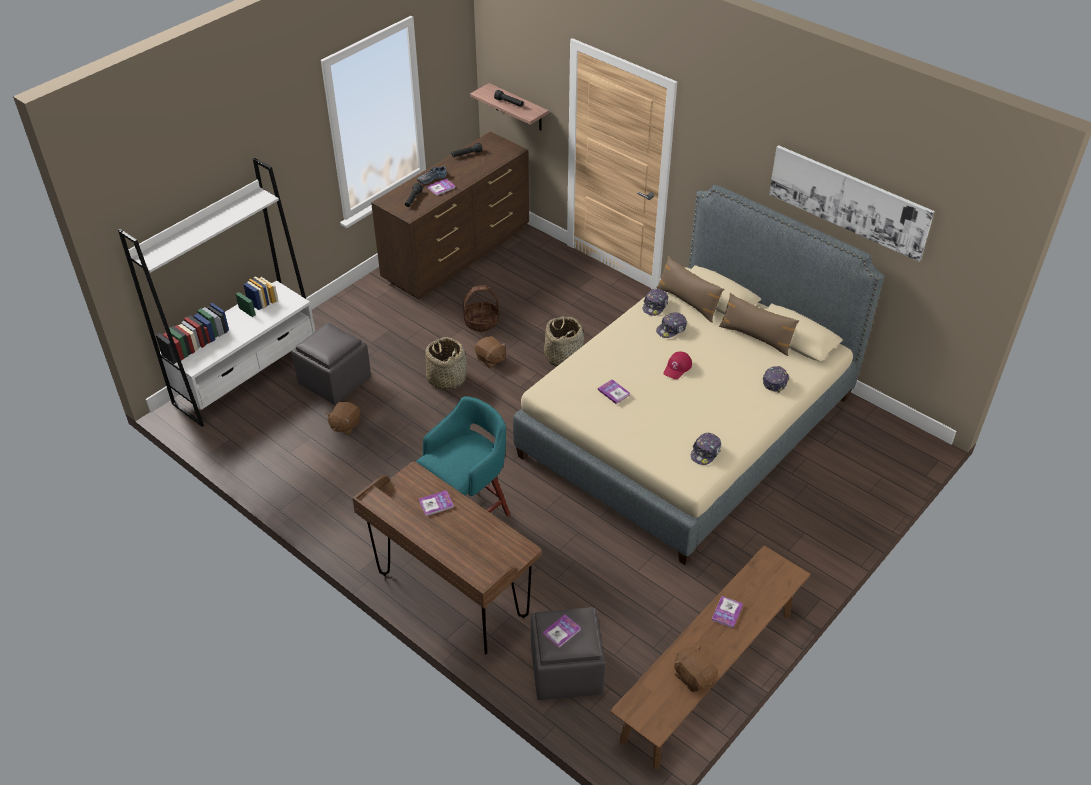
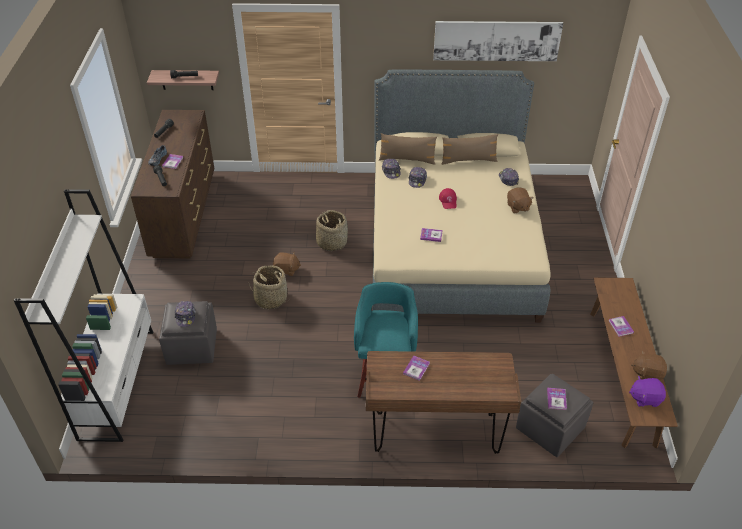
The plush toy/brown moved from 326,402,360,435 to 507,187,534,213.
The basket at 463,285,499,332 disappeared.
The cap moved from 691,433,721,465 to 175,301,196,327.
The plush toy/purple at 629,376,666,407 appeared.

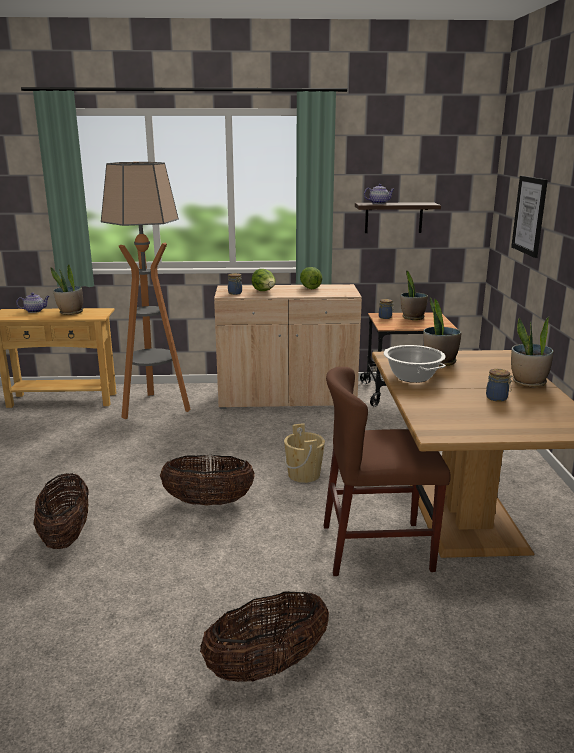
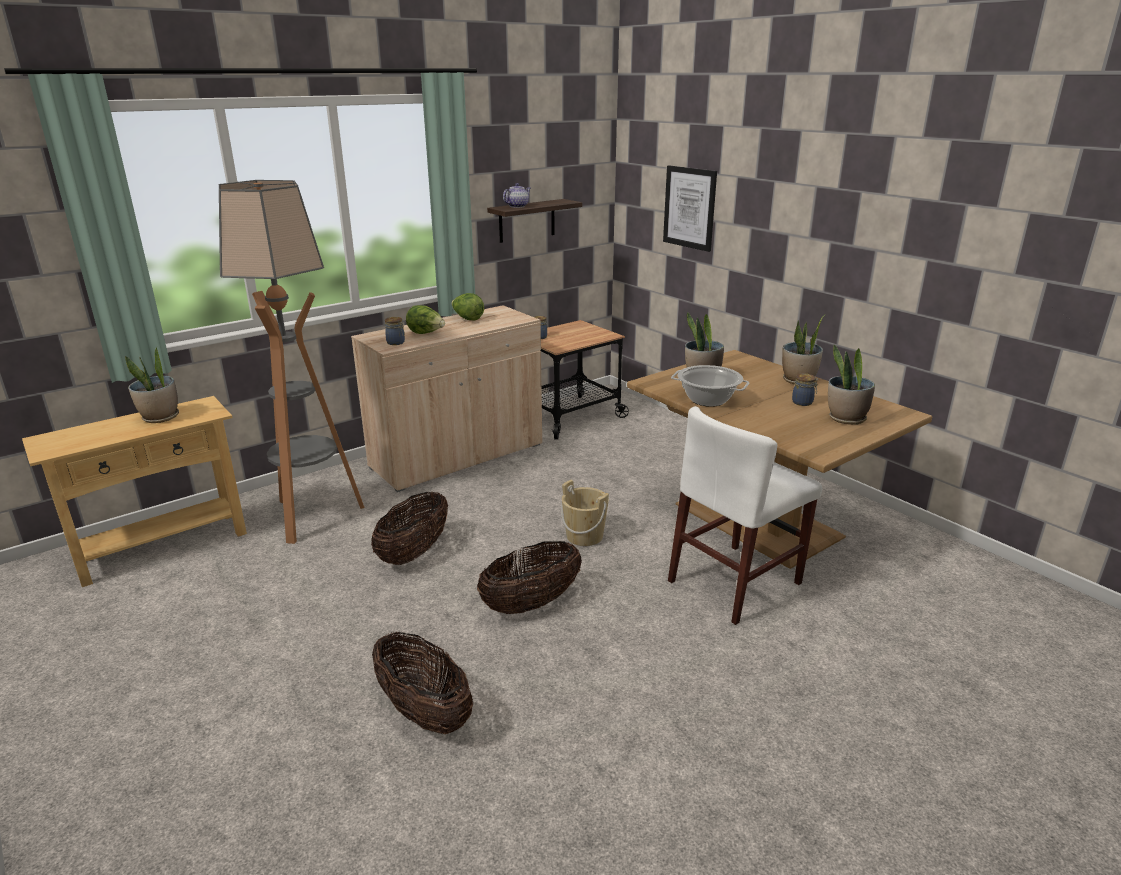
The teapot at 16,293,50,313 disappeared.
The basket moved from 200,591,329,682 to 371,491,448,565.
The chair/brown at 323,367,451,576 became the chair/white at 668,406,822,625.
The potted plant moved from 401,270,428,320 to 828,345,875,425.

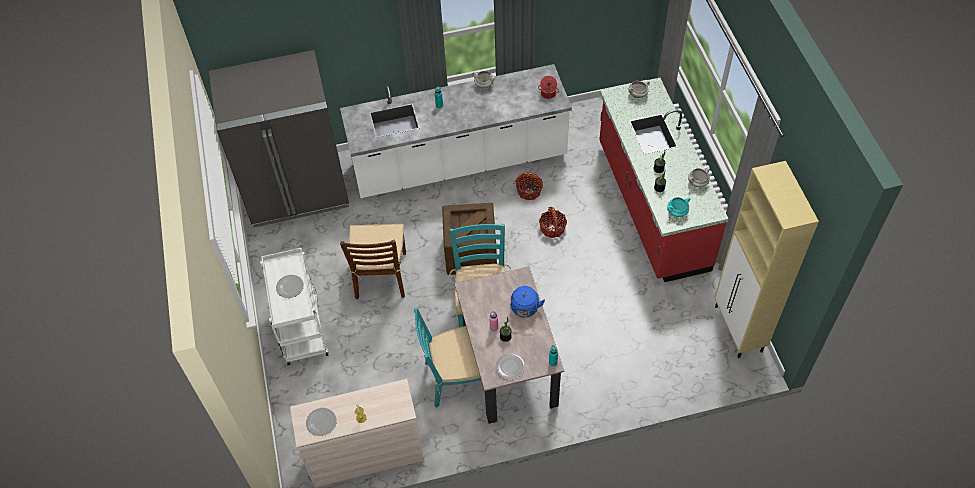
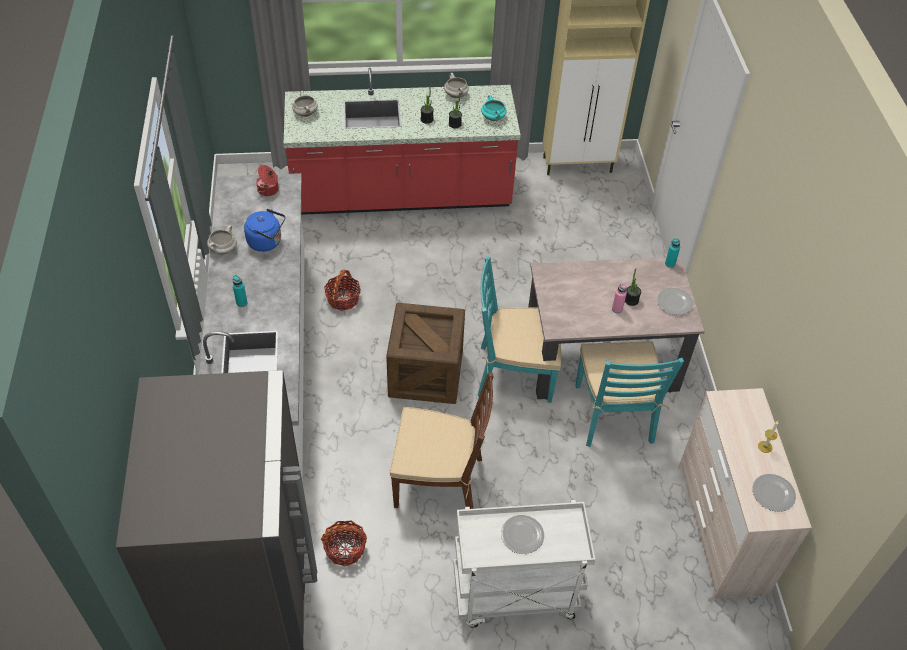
The kettle/blue moved from 510,286,545,318 to 244,209,285,252.
The basket moved from 539,207,567,238 to 321,520,367,566.

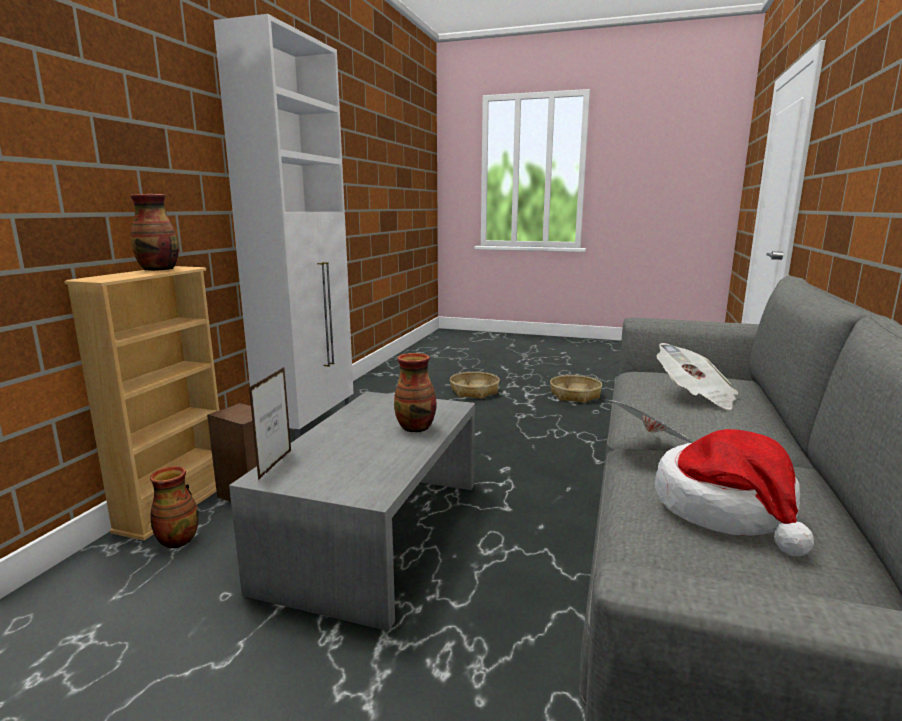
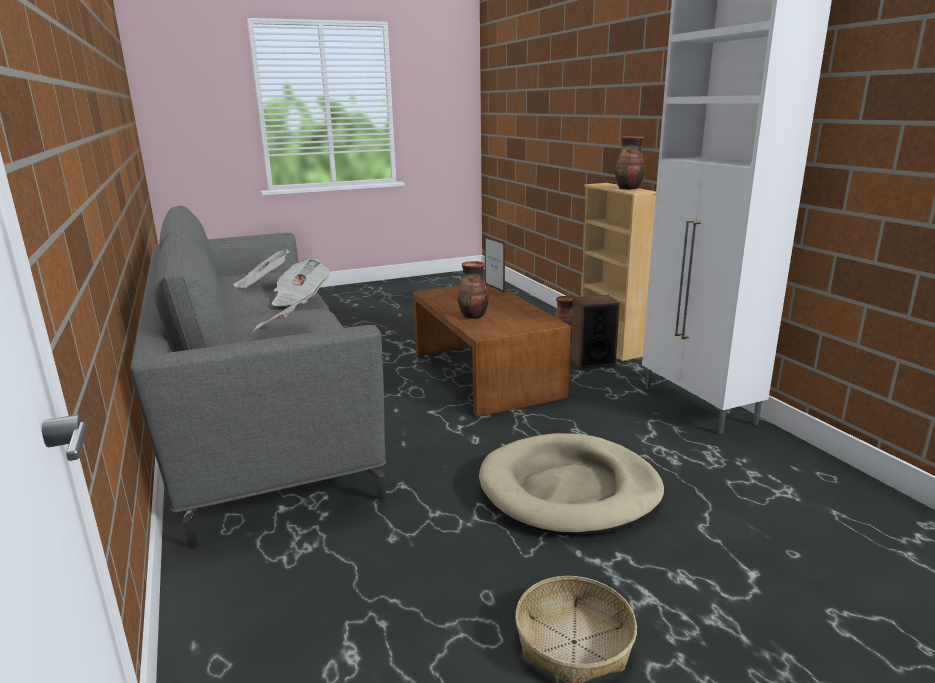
The coffee table/grey at 229,391,475,631 became the coffee table/brown at 413,285,571,417.
The basket at 450,372,500,399 disappeared.
The hat at 655,429,814,556 was replaced by the newspaper at 233,250,290,288.
The dog bed/beige at 479,433,664,536 appeared.

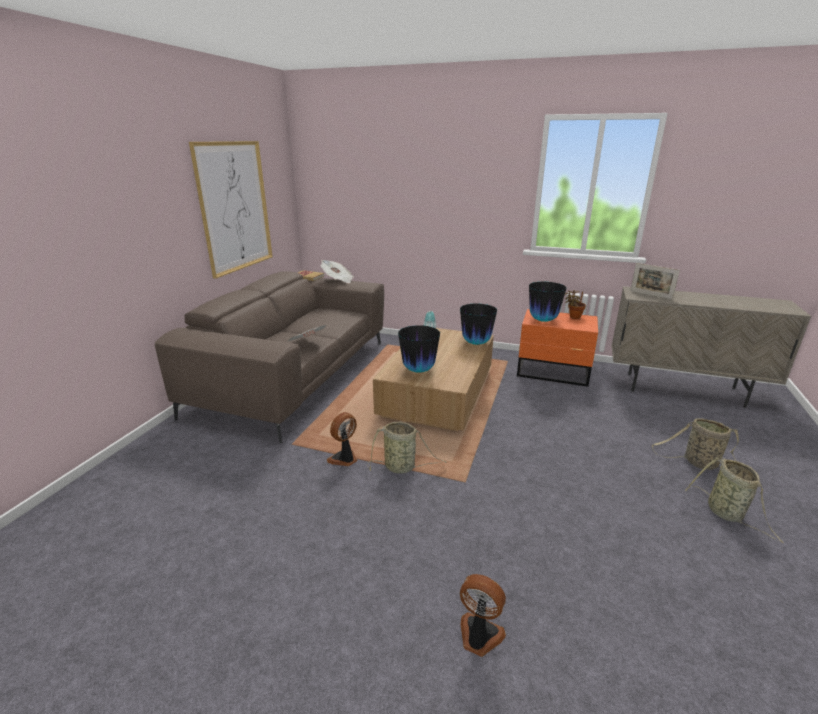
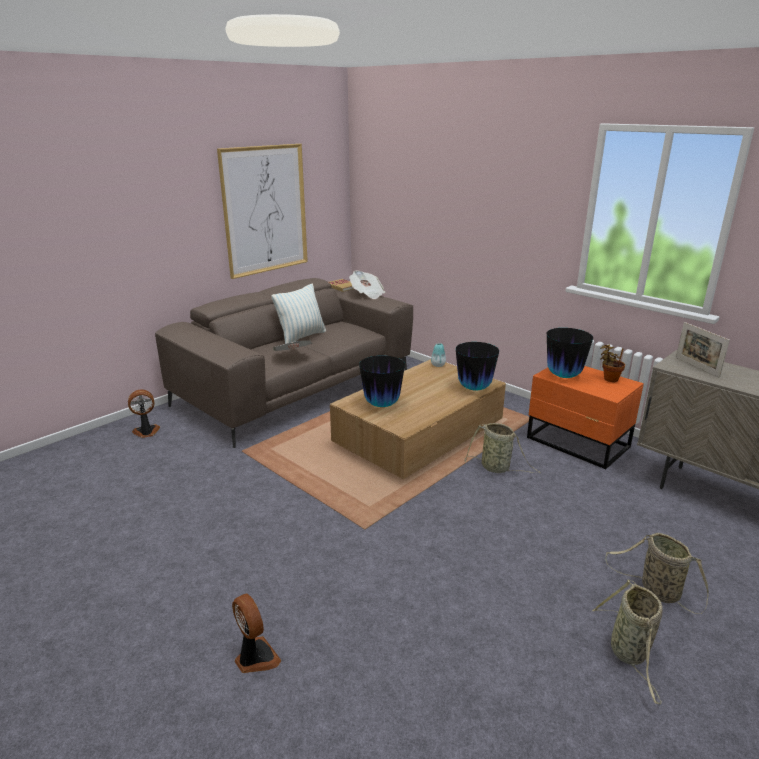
The fan moved from 327,412,357,466 to 128,389,160,438.
The basket moved from 367,421,446,474 to 465,423,541,473.
The pillow at 271,284,326,344 appeared.

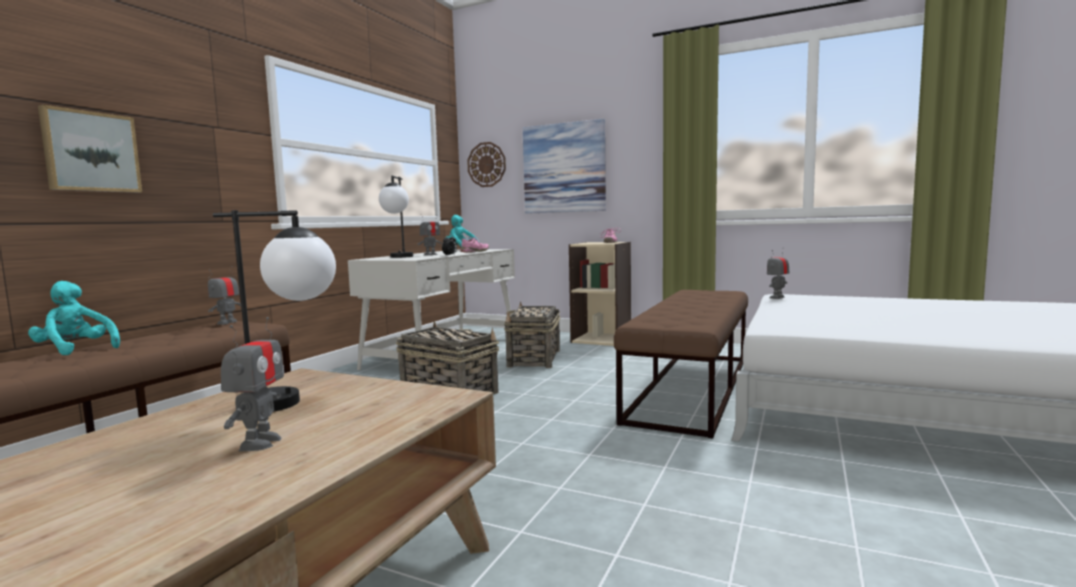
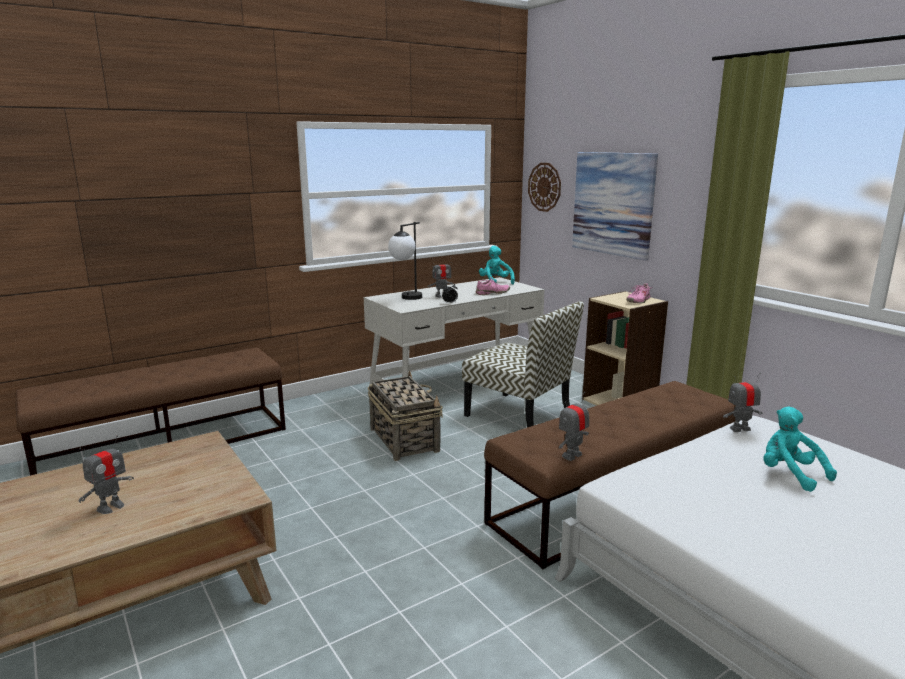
The plush toy/turquoise moved from 28,281,120,355 to 763,406,837,492.
The picture at 38,105,142,193 disappeared.
The toy robot moved from 208,266,241,325 to 559,392,589,461.
The table lamp at 213,210,336,412 disappeared.
The basket at 504,301,561,368 was replaced by the chair at 462,301,584,427.

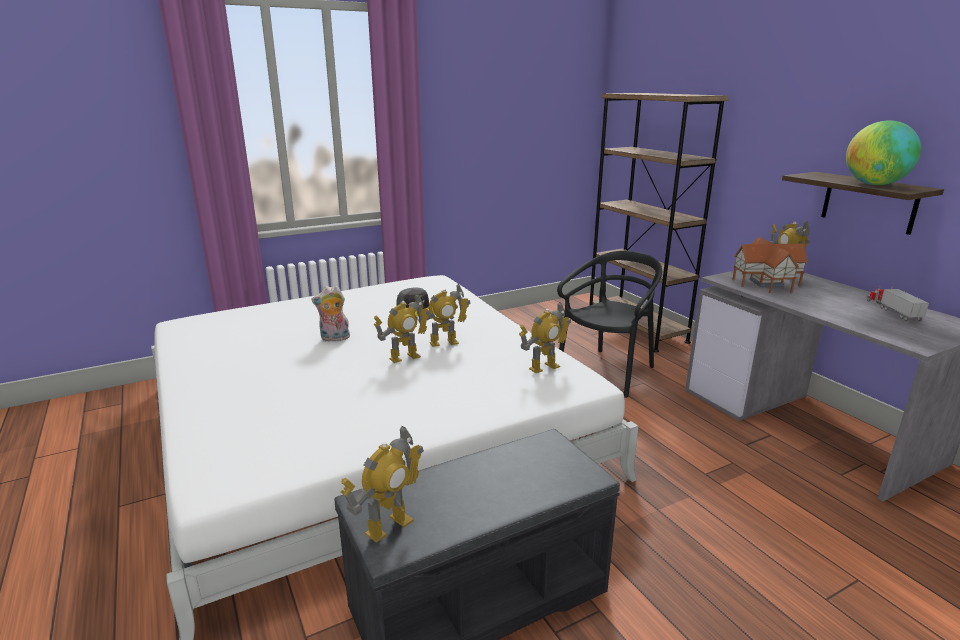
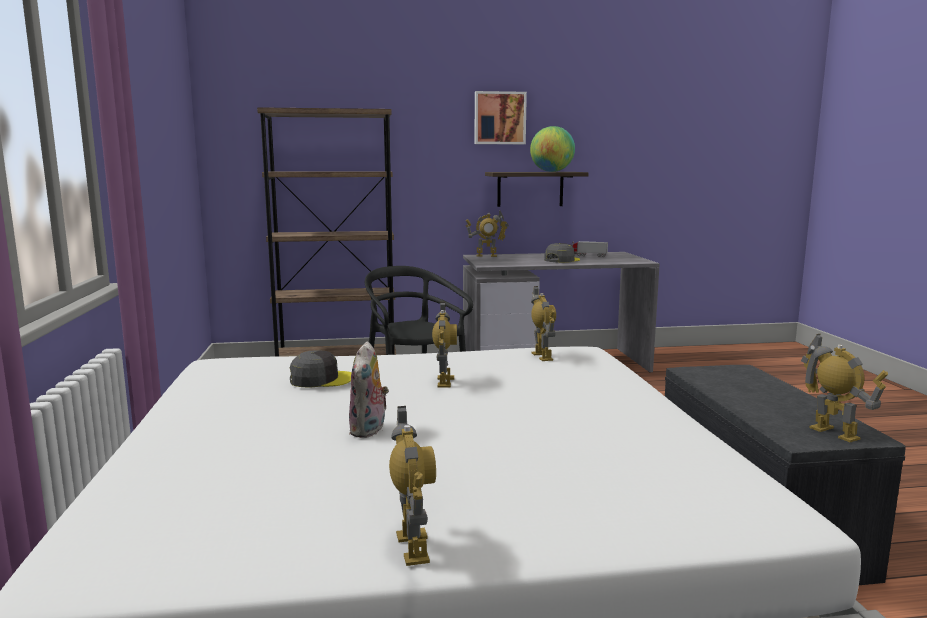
The toy robot moved from 373,294,431,363 to 389,406,436,566.
The toy house at 732,237,808,293 disappeared.
The picture at 475,91,527,144 appeared.
The cap/grey at 544,243,580,263 appeared.

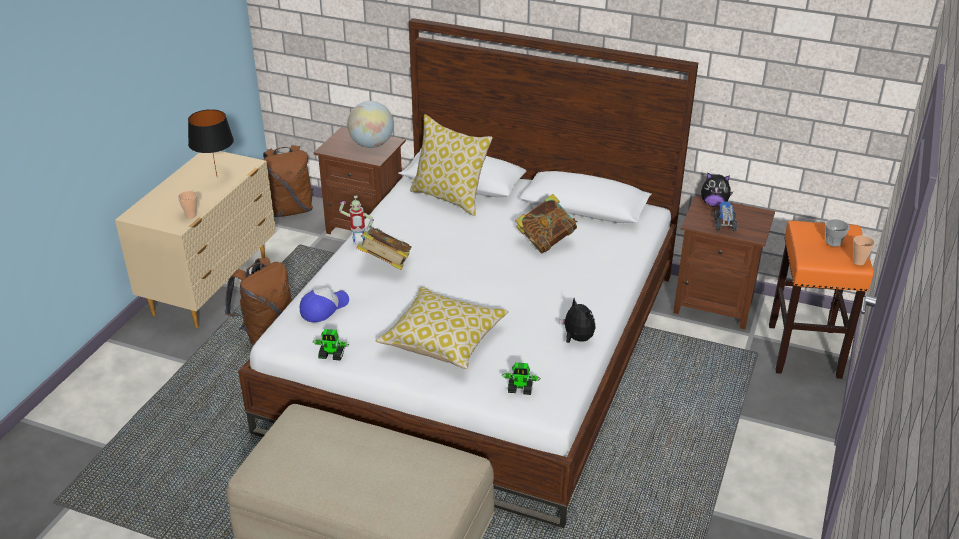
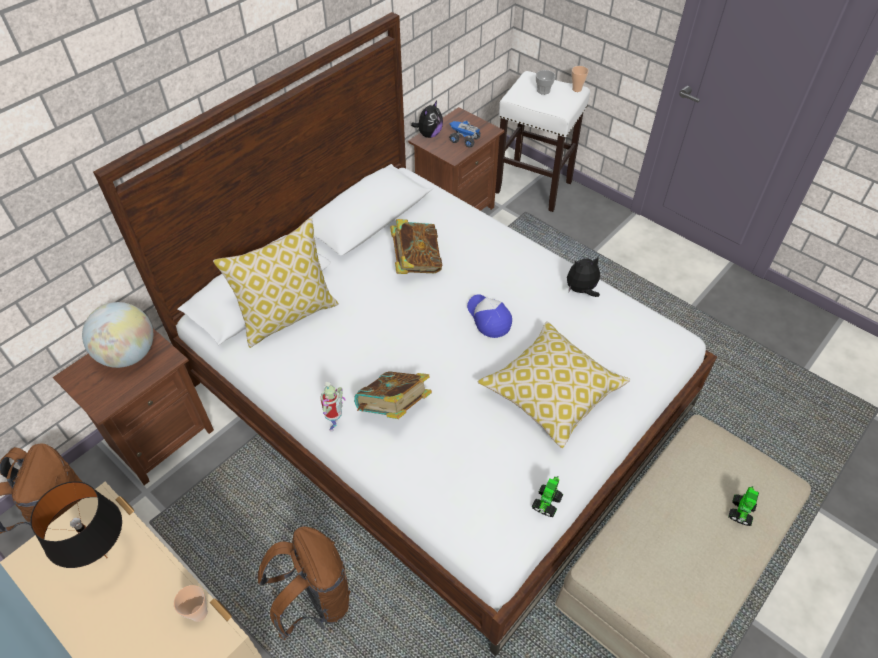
The cap moved from 300,287,349,322 to 467,295,512,338.
The toy robot moved from 502,362,541,395 to 728,486,759,526.
The stool/orange at 769,221,874,379 became the stool/white at 495,71,590,212.

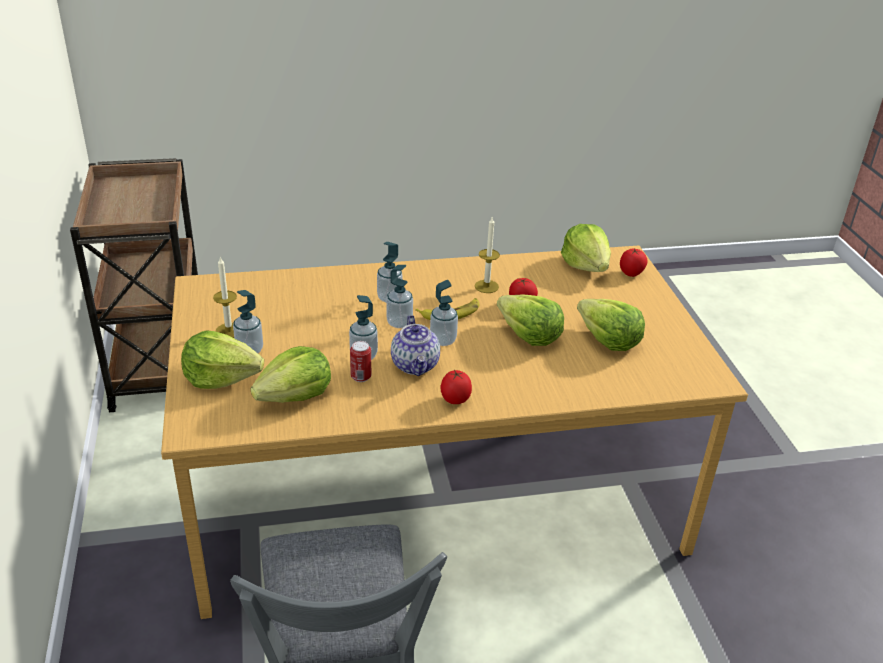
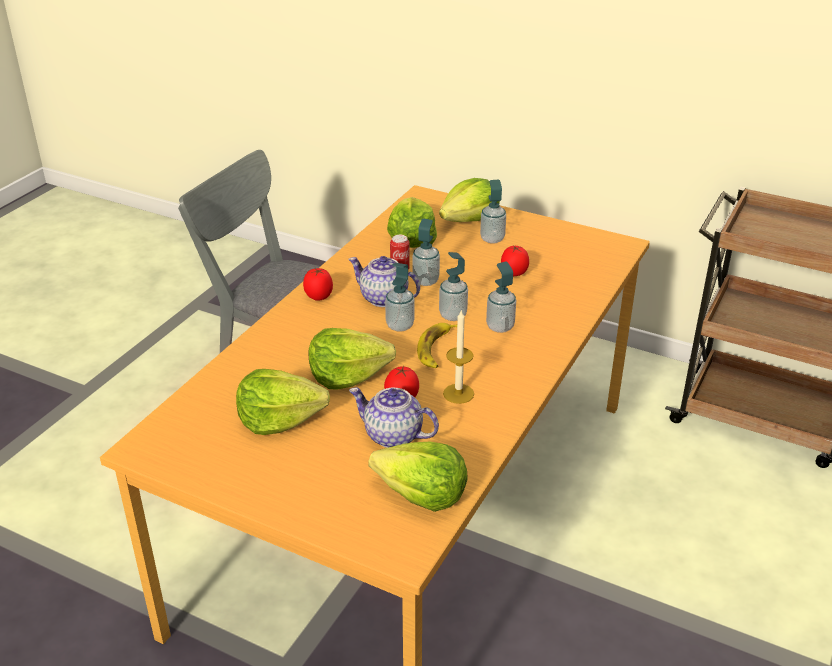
The candle at 213,257,237,338 disappeared.
The tomato moved from 620,248,648,277 to 501,245,529,276.
The teapot at 349,387,439,448 appeared.

